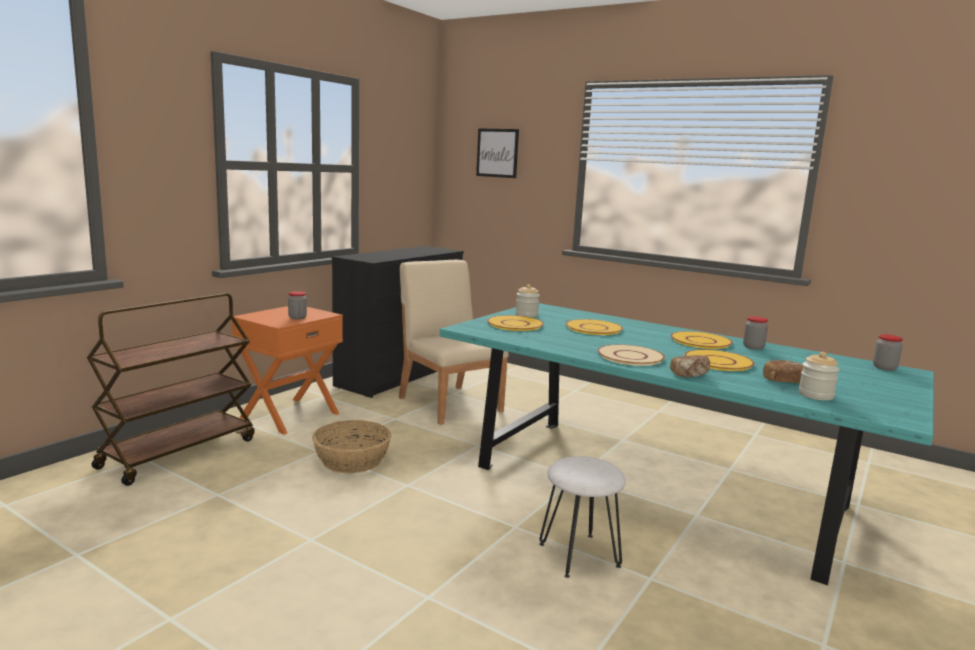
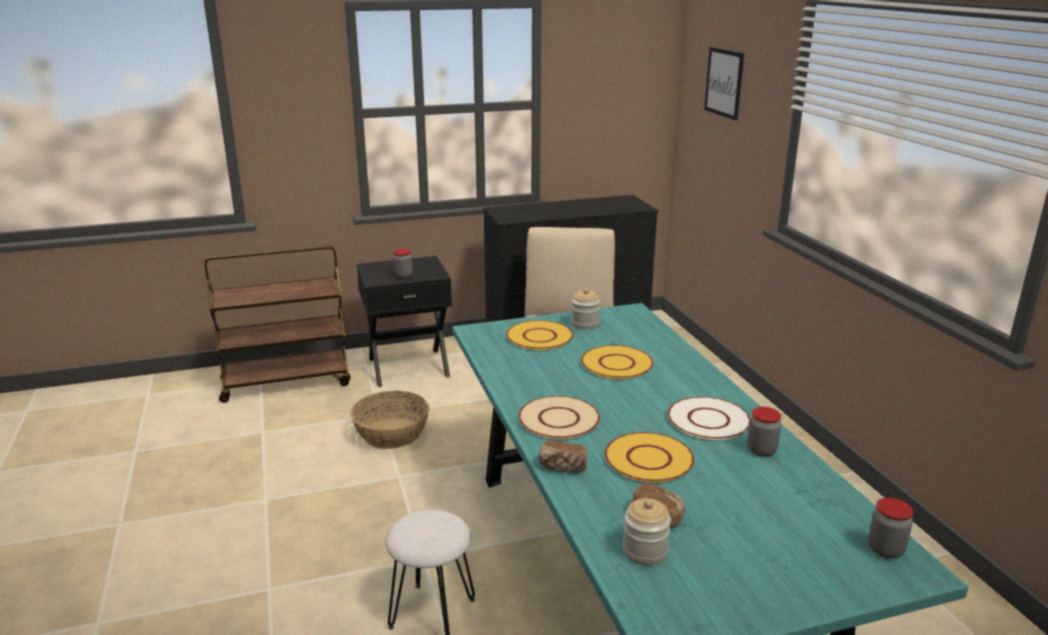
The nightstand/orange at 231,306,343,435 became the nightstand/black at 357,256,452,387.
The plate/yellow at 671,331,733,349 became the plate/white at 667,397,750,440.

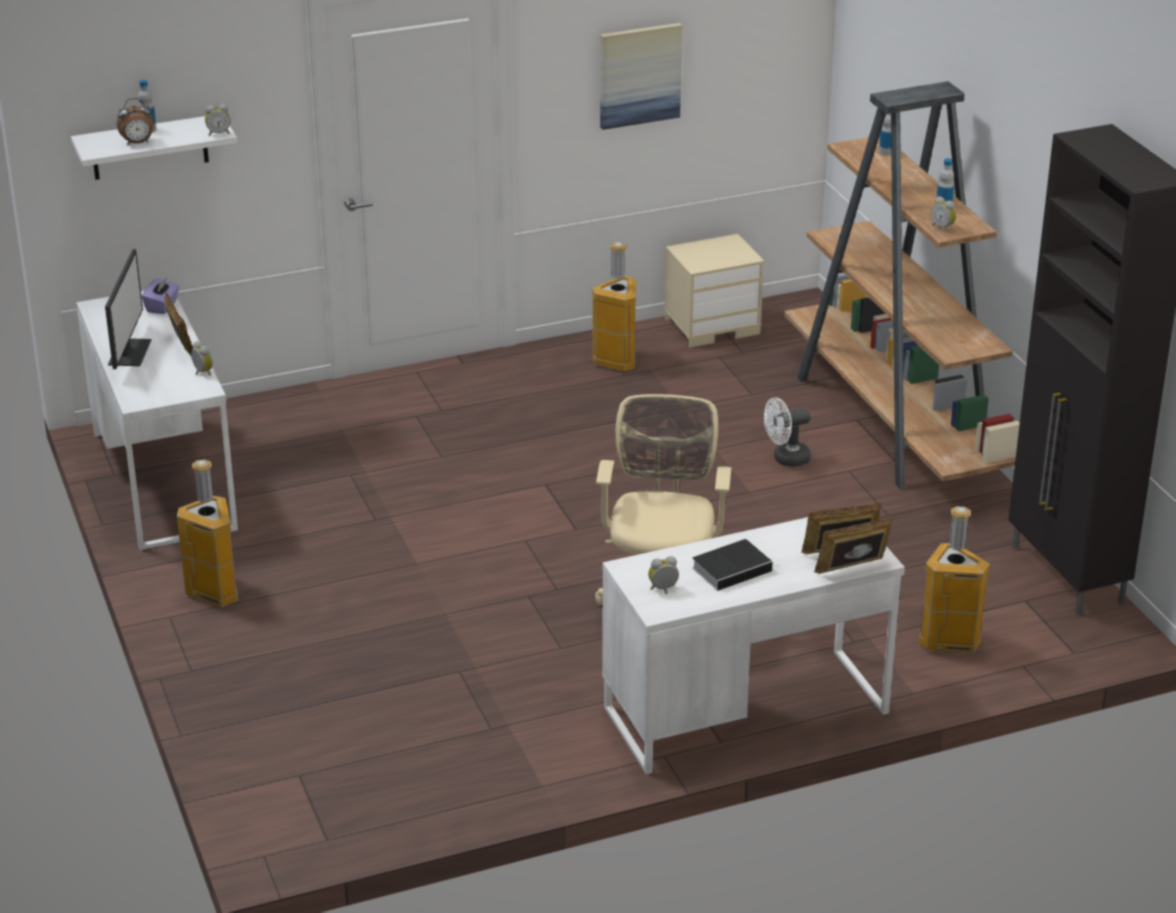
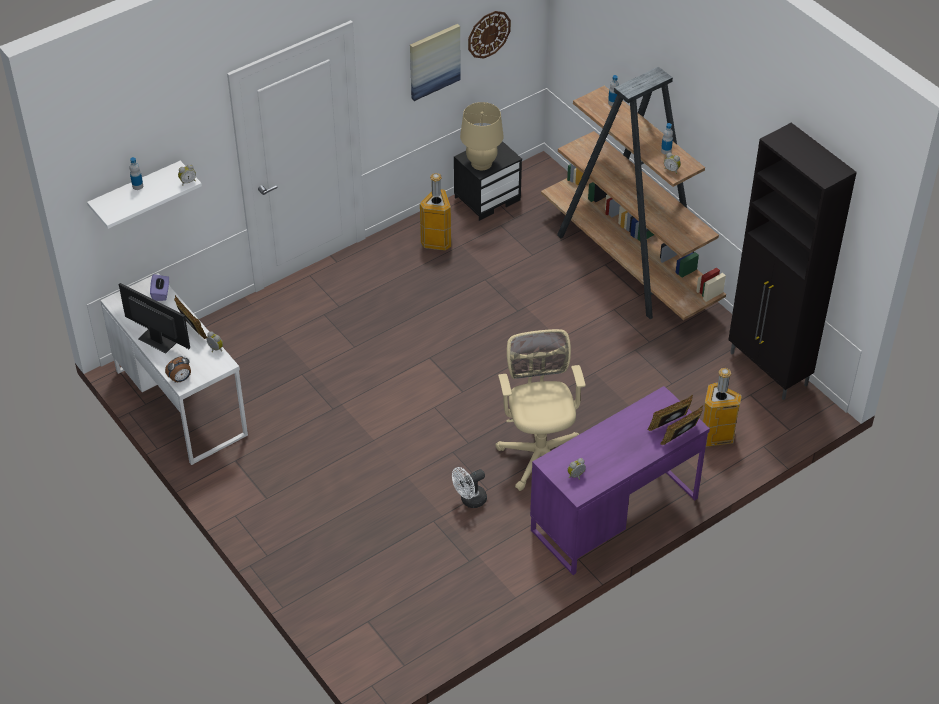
The monitor at 105,249,151,369 turned 45 degrees counterclockwise.
The alarm clock moved from 117,98,154,145 to 165,356,191,382.
The trash can at 177,459,238,607 disappeared.
The desk/white at 602,517,905,774 became the desk/purple at 530,386,710,575.
The nightstand/beige at 664,234,764,348 became the nightstand/black at 454,141,522,221.
The book at 692,539,773,591 disappeared.
The fan/white moved from 764,397,811,467 to 452,467,487,508.
The table lamp/beige at 460,102,504,170 appeared.
The wall clock at 468,11,511,59 appeared.

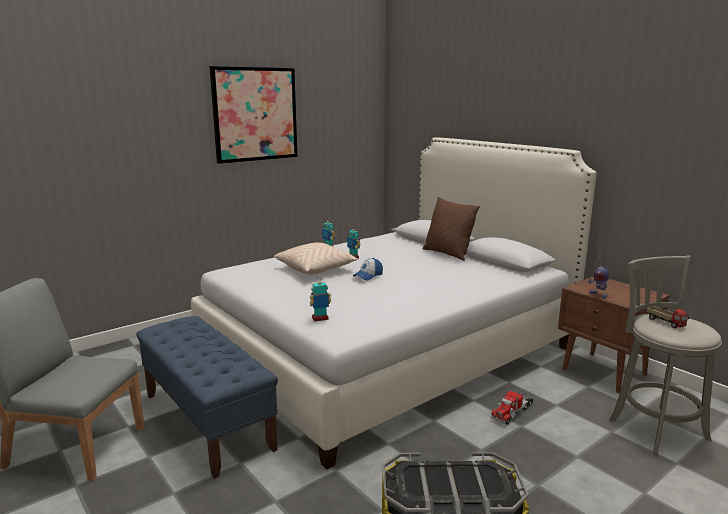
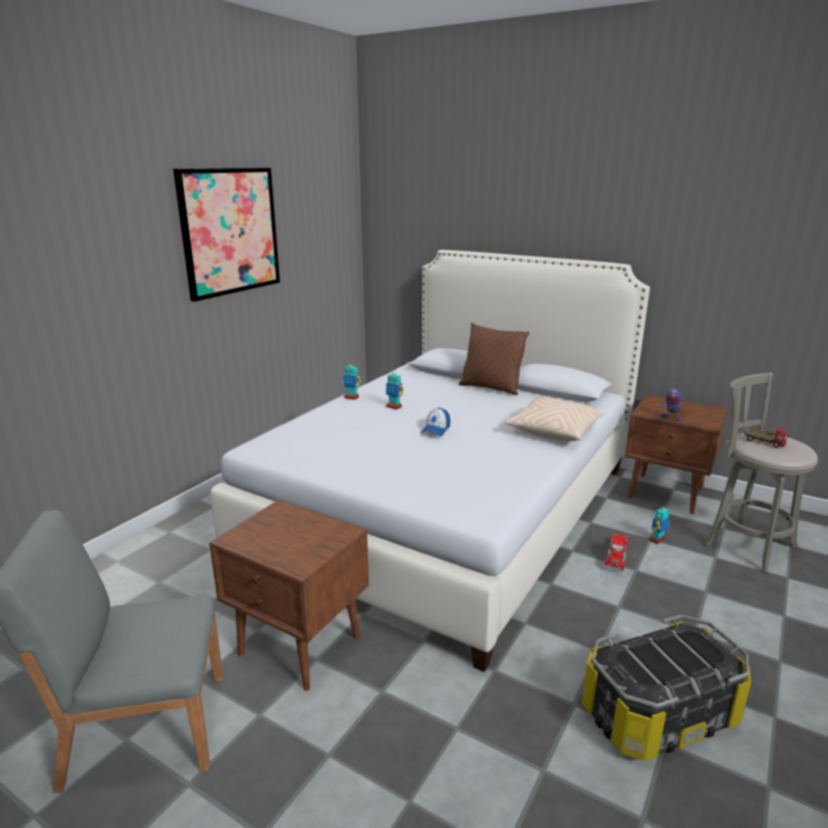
The bench/blue at 136,316,278,479 was replaced by the nightstand/brown at 209,500,369,691.
The pillow/beige moved from 274,243,358,275 to 505,397,604,441.
The toy robot moved from 309,277,331,322 to 649,504,670,544.

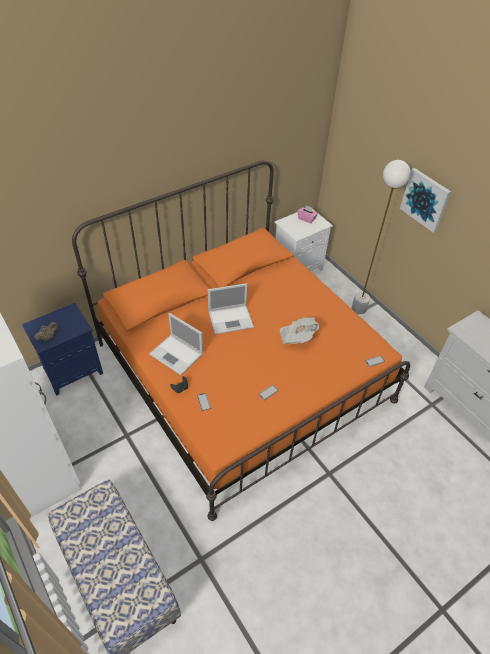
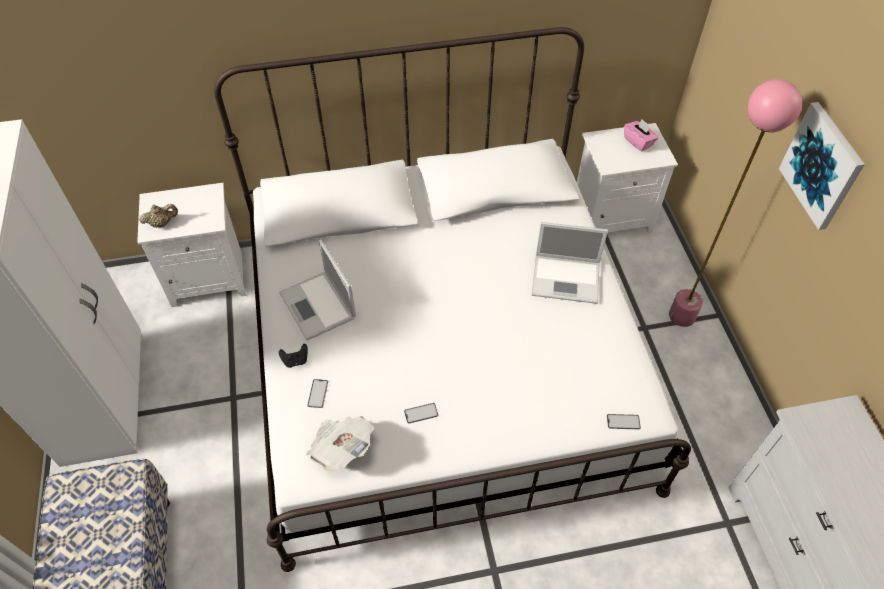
The nightstand/blue at 22,303,103,396 became the nightstand/white at 137,183,246,307.
The bed/orange at 72,160,410,521 became the bed/white at 214,27,691,572.
The laptop moved from 208,283,254,334 to 531,222,608,304.
The newspaper moved from 280,317,319,344 to 306,416,374,471.
The floor lamp/white at 352,160,411,314 became the floor lamp/pink at 669,79,802,327.

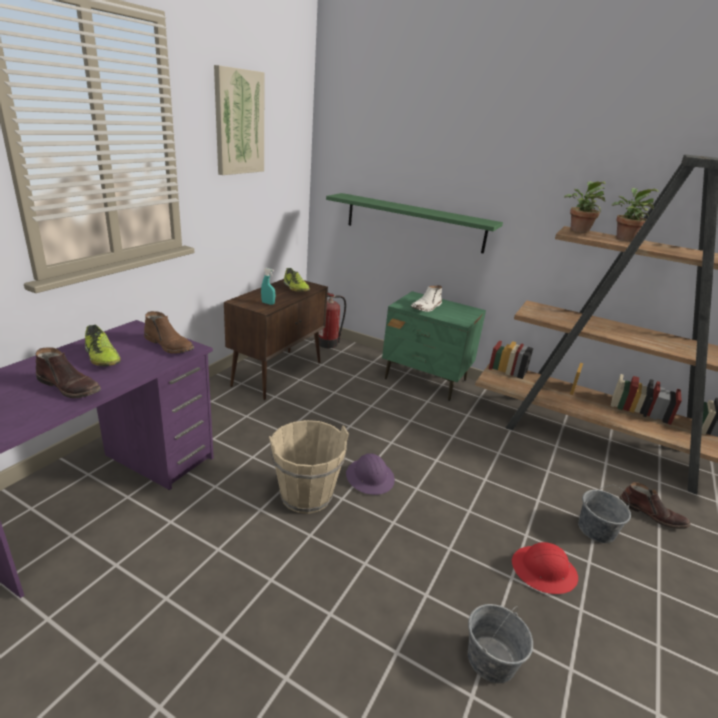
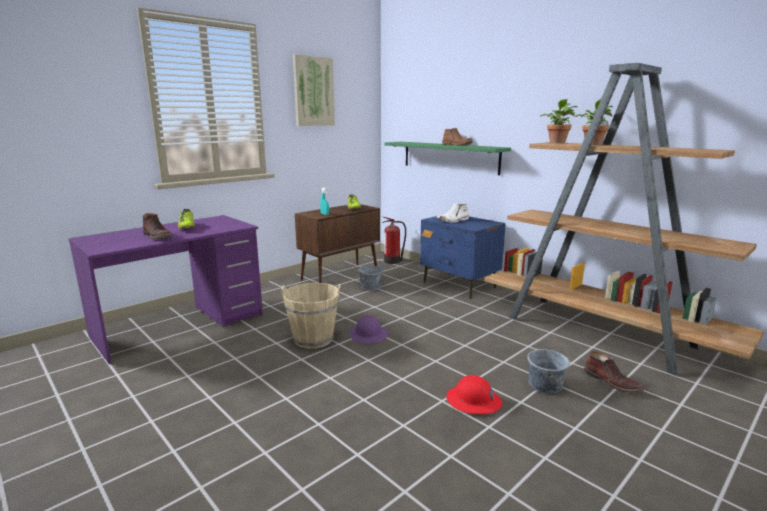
The boot/brown moved from 144,311,194,354 to 442,128,473,145.
The nightstand/green at 382,291,486,401 became the nightstand/blue at 420,216,506,299.
The bucket/grey moved from 468,604,533,683 to 358,256,384,291.

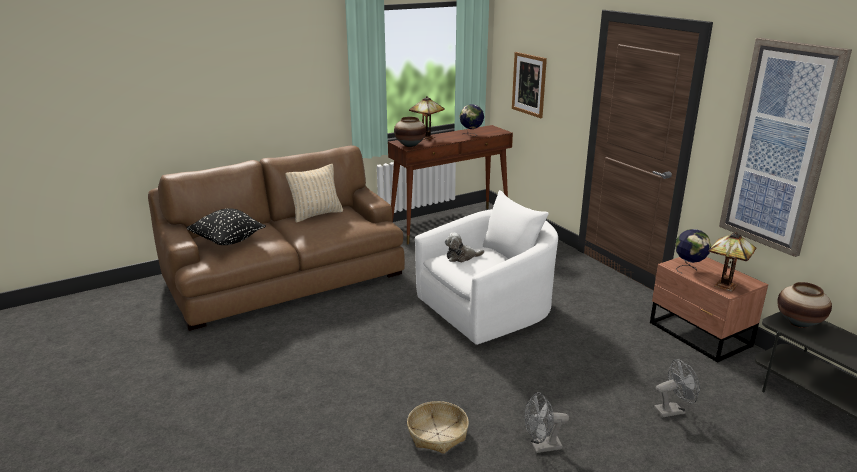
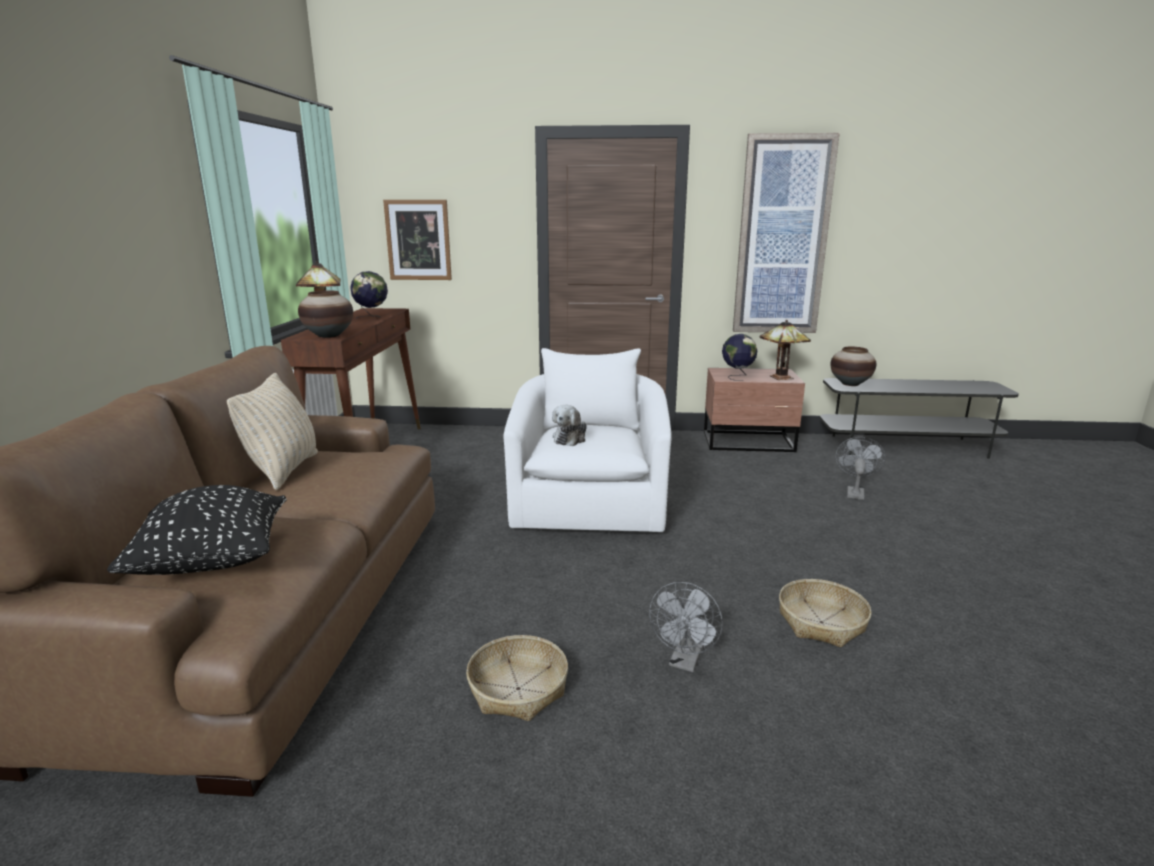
The fan/grey moved from 524,392,569,453 to 649,582,723,672.
The basket at 466,635,568,721 appeared.

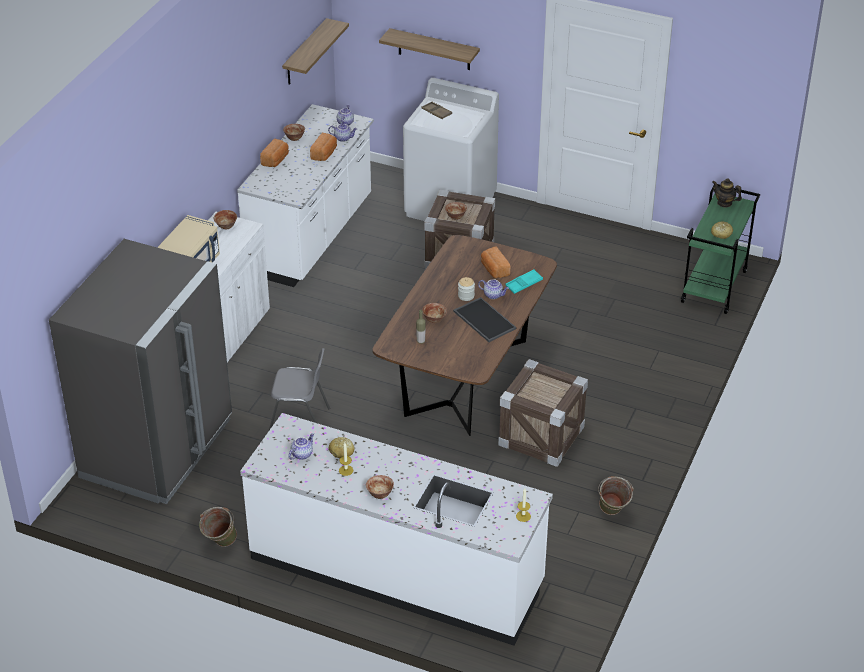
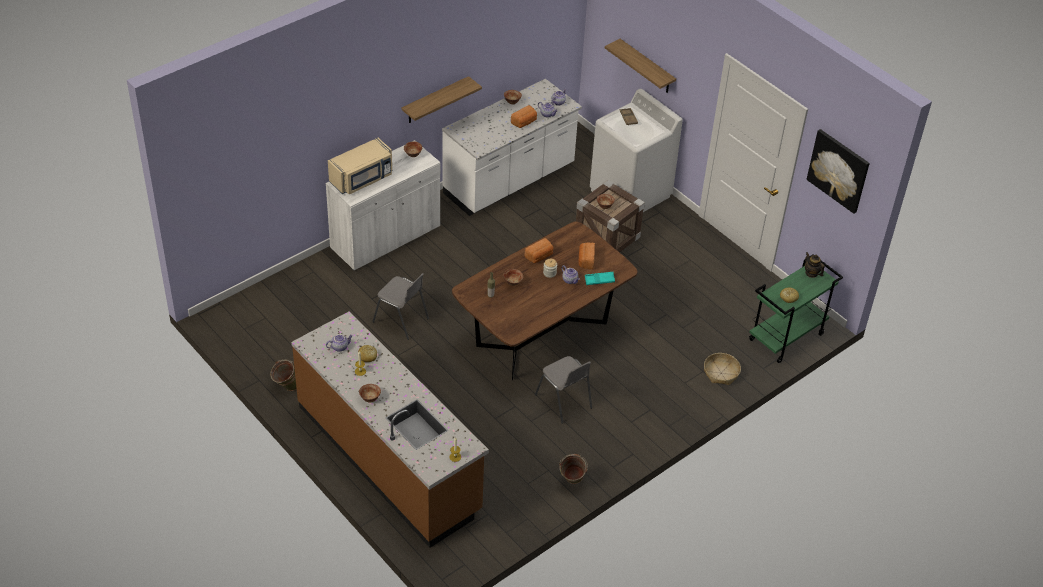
The fridge/grey at 49,239,232,504 disappeared.
The counter/white at 240,413,553,646 became the counter/brown at 291,311,489,548.
The bread moved from 260,138,289,167 to 524,238,553,263.
The shelf moved from 282,18,349,85 to 402,76,482,123.
The tray at 453,297,517,342 disappeared.
The crate at 498,359,588,467 was replaced by the chair/grey at 535,356,592,424.
The basket at 704,353,741,385 appeared.
The picture at 807,129,870,214 appeared.

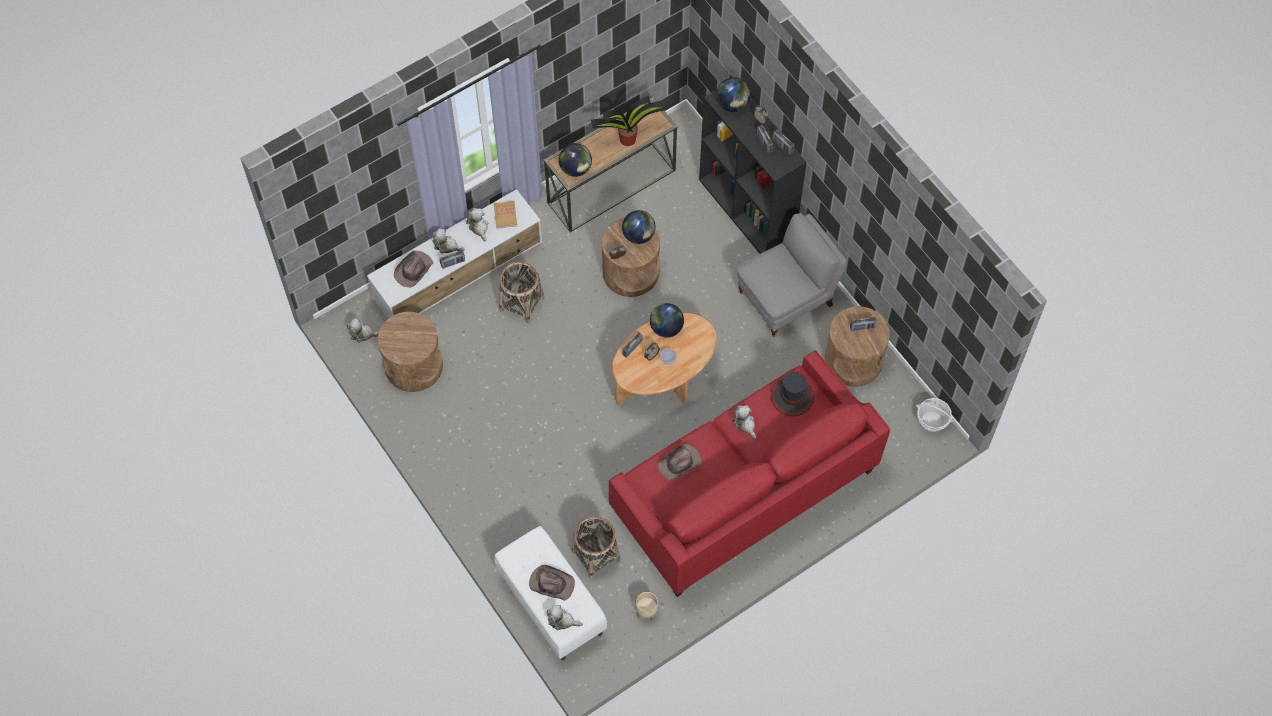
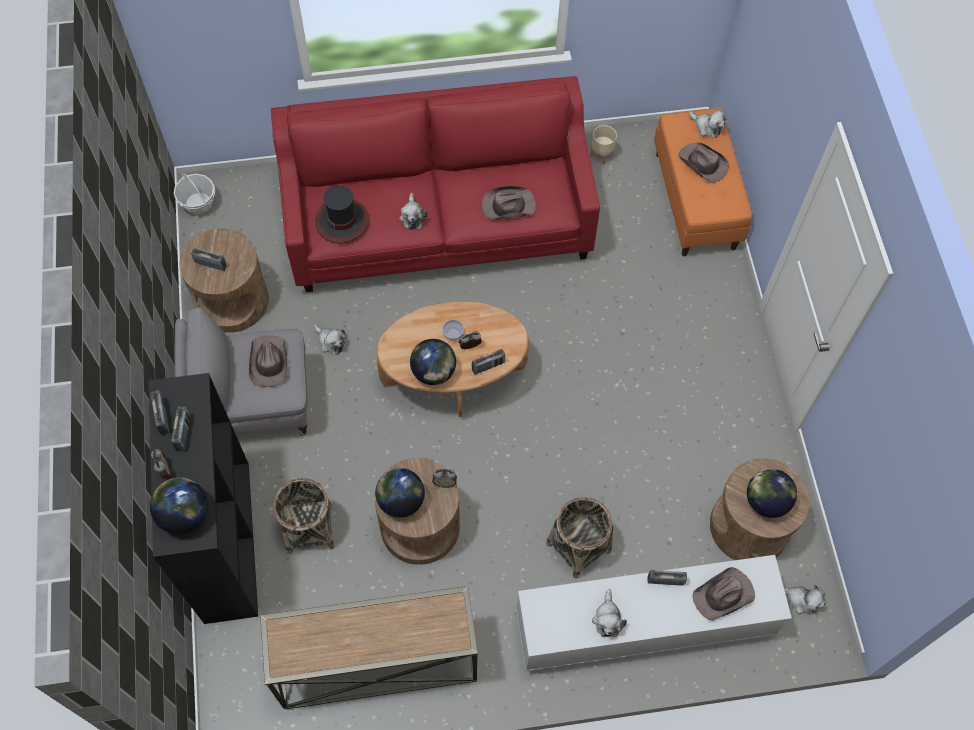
The plush toy moved from 432,229,465,254 to 314,324,347,355.
The book at 494,201,517,228 disappeared.
The bench/white at 494,526,607,660 became the bench/orange at 654,108,752,256.
The globe moved from 559,143,592,177 to 747,469,797,518.
The basket moved from 571,516,620,579 to 273,478,335,554.
The potted plant at 591,96,666,146 disappeared.
The hat/brown at 249,335,287,387 appeared.

